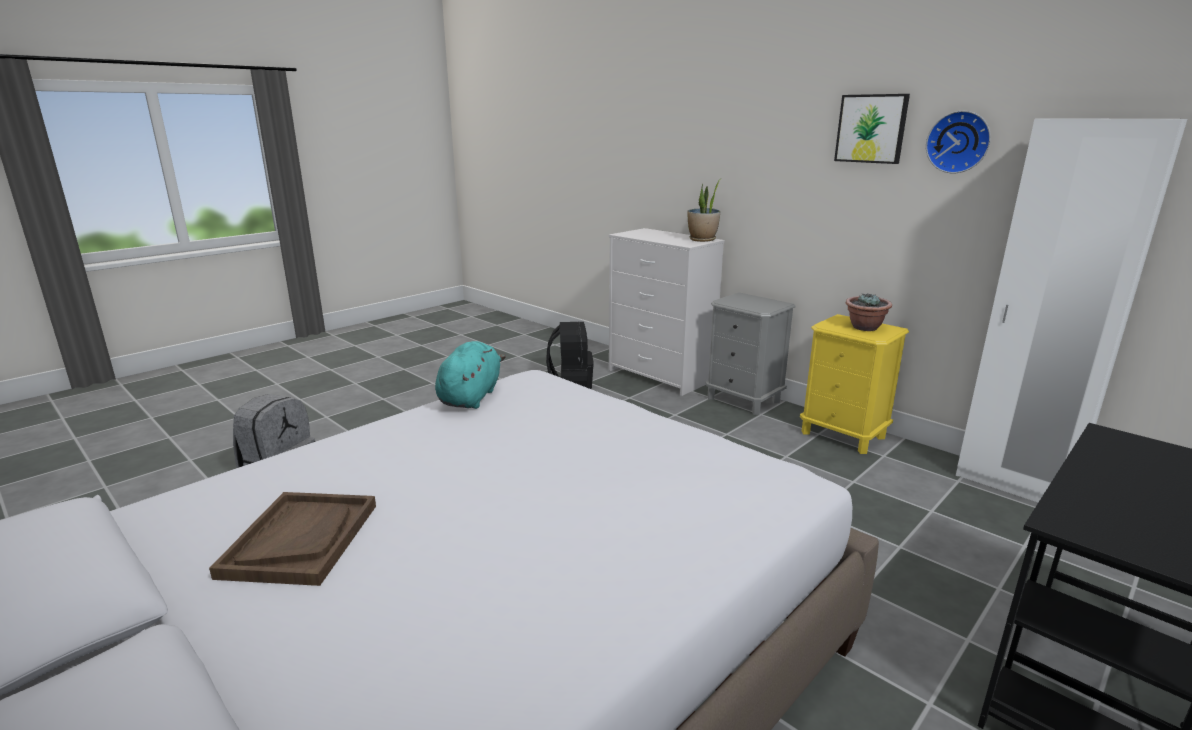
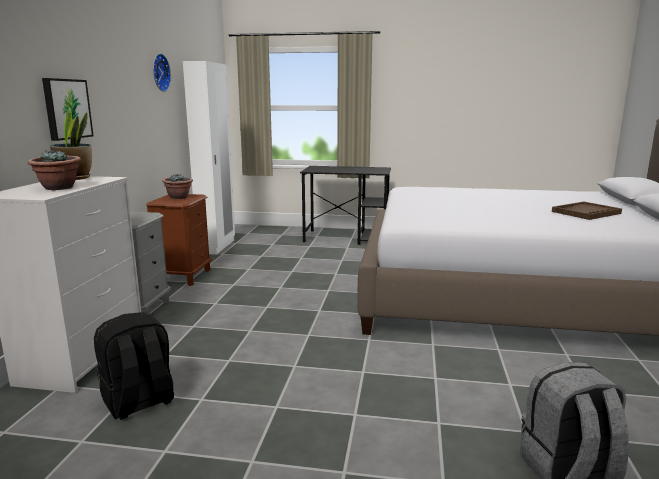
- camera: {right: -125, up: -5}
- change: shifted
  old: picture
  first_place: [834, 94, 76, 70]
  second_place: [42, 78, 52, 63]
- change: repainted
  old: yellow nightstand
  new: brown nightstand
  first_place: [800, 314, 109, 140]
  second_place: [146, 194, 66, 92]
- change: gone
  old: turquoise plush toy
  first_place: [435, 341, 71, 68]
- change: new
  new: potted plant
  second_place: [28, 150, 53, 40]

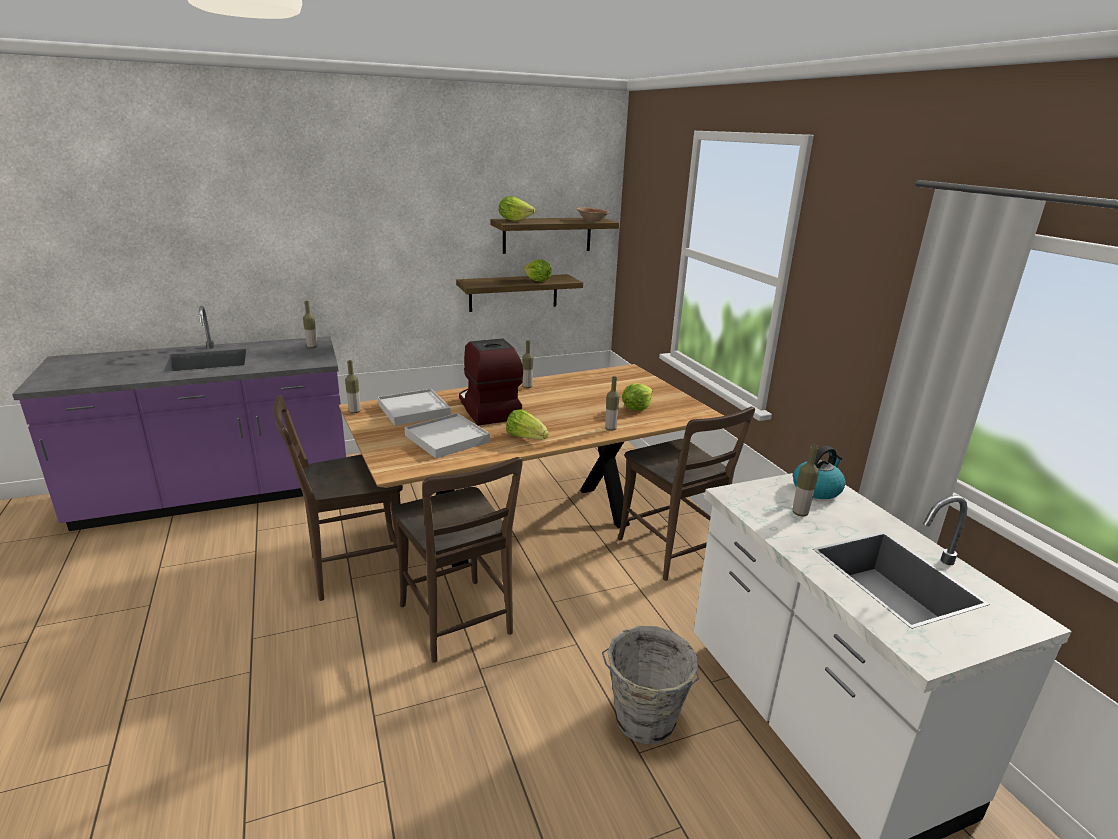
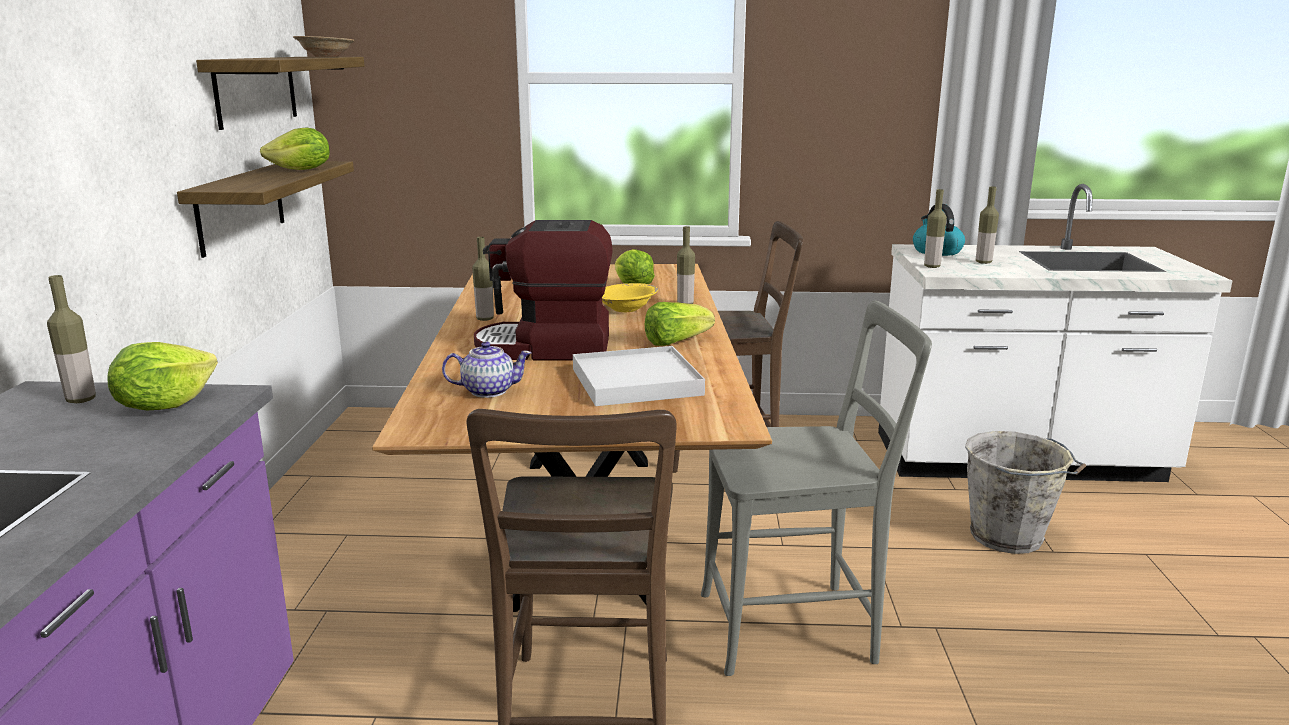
- camera: {right: -65, up: -5}
- change: shifted
  old: lettuce
  first_place: [499, 196, 36, 25]
  second_place: [107, 342, 111, 68]
- change: shifted
  old: bottle
  first_place: [345, 360, 16, 53]
  second_place: [924, 189, 23, 79]
- change: swapped
  old: white tray
  new: teapot
  first_place: [378, 389, 73, 37]
  second_place: [442, 341, 90, 57]
- change: repainted
  old: brown chair
  new: grey chair
  first_place: [391, 457, 132, 206]
  second_place: [701, 301, 231, 375]
- change: new
  new: yellow bowl
  second_place: [602, 283, 56, 29]

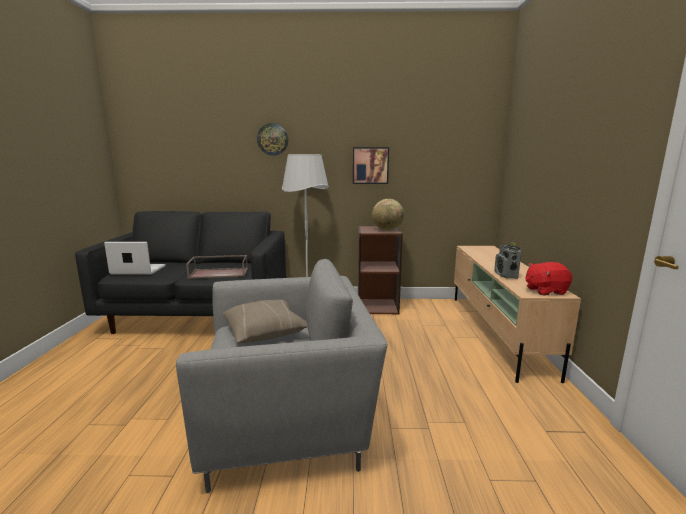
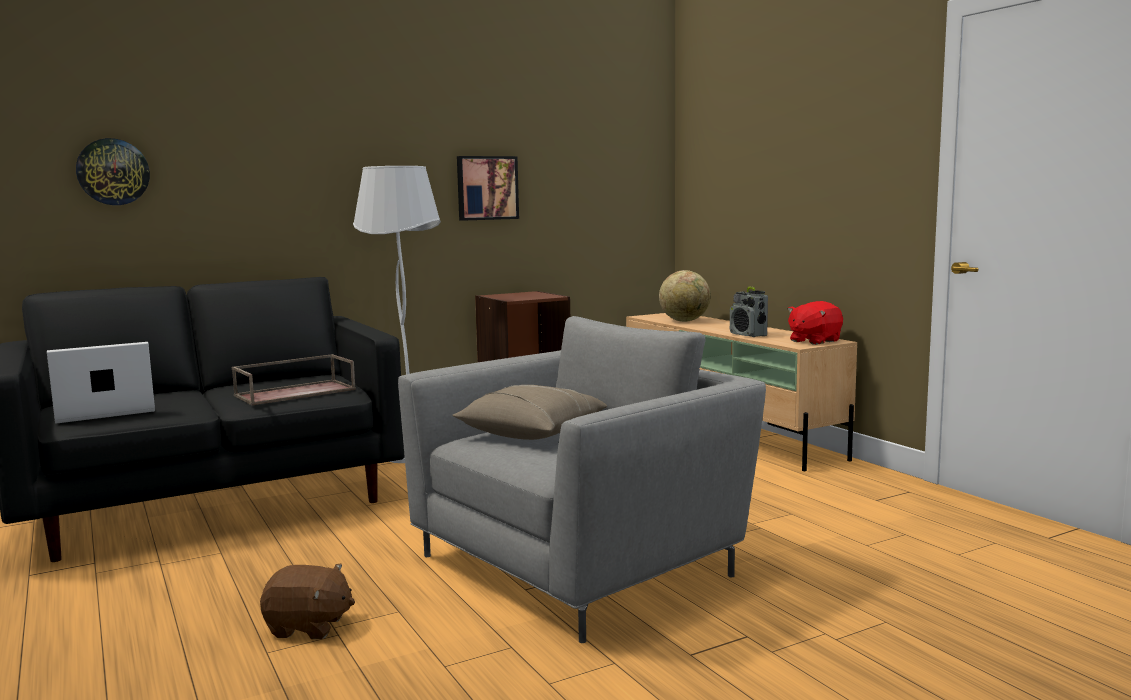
- camera: {right: -30, up: -5}
- change: shifted
  old: wall clock
  first_place: [257, 123, 31, 33]
  second_place: [76, 138, 74, 67]
- change: shifted
  old: globe
  first_place: [372, 199, 32, 32]
  second_place: [659, 270, 52, 52]
- change: new
  new: brown plush toy
  second_place: [260, 563, 95, 76]

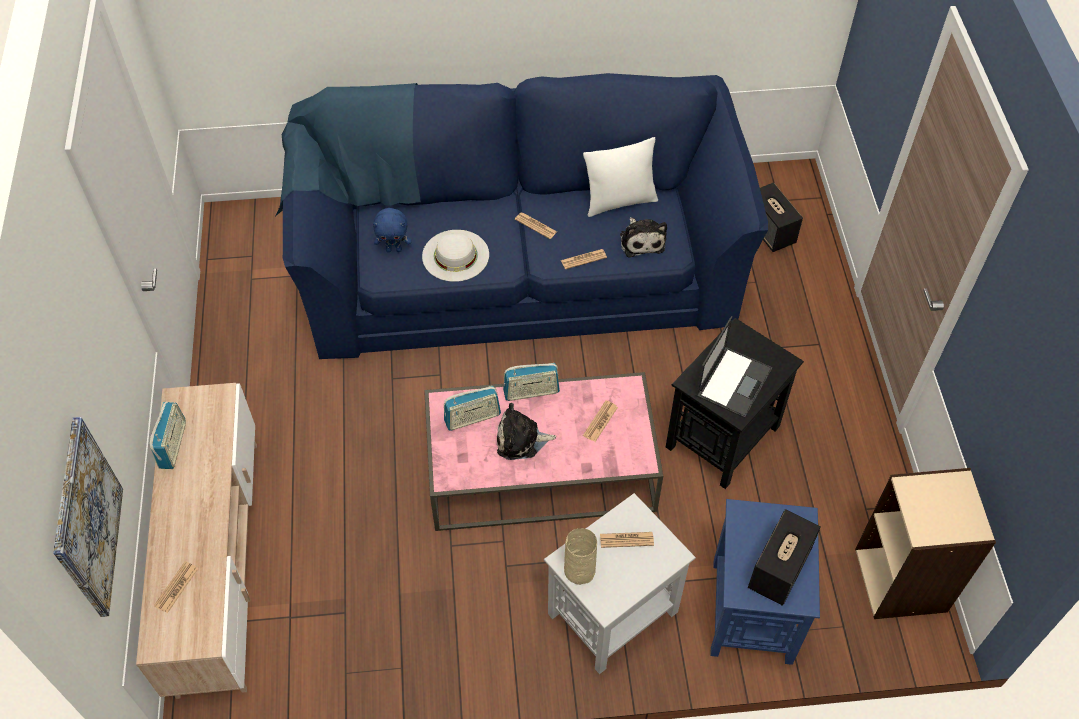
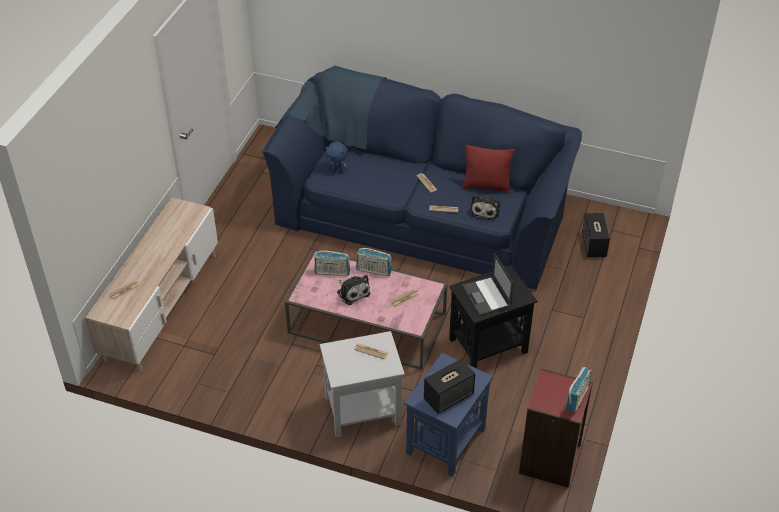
- camera: {right: 25, up: -10}
- change: repainted
  old: white pillow
  new: red pillow
  first_place: [583, 137, 75, 80]
  second_place: [462, 145, 53, 48]
- change: gone
  old: white hat
  first_place: [422, 230, 67, 52]
- change: rotated
  old: laptop
  first_place: [696, 316, 76, 102]
  second_place: [462, 253, 51, 63]
  degrees: 105
- change: shifted
  old: radio
  first_place: [150, 402, 36, 67]
  second_place: [565, 367, 27, 46]
- change: rotated
  old: plush toy
  first_place: [497, 403, 59, 57]
  second_place: [337, 275, 33, 30]
  degrees: -150
- change: gone
  old: picture
  first_place: [53, 417, 70, 200]
- change: repainted
  old: beige bookcase
  new: red bookcase
  first_place: [855, 468, 141, 151]
  second_place: [519, 369, 74, 119]
- change: gone
  old: beige vase
  first_place: [564, 528, 33, 57]

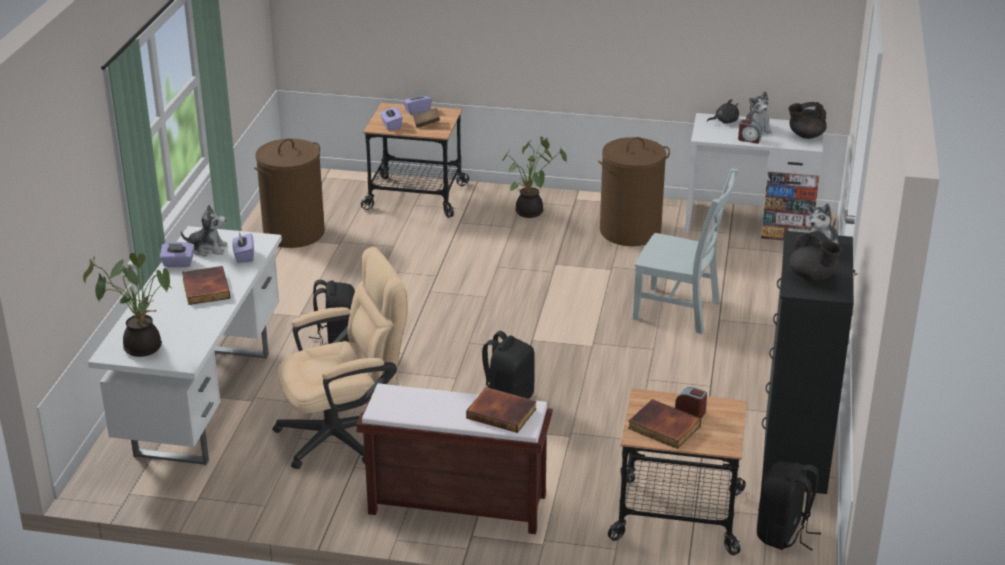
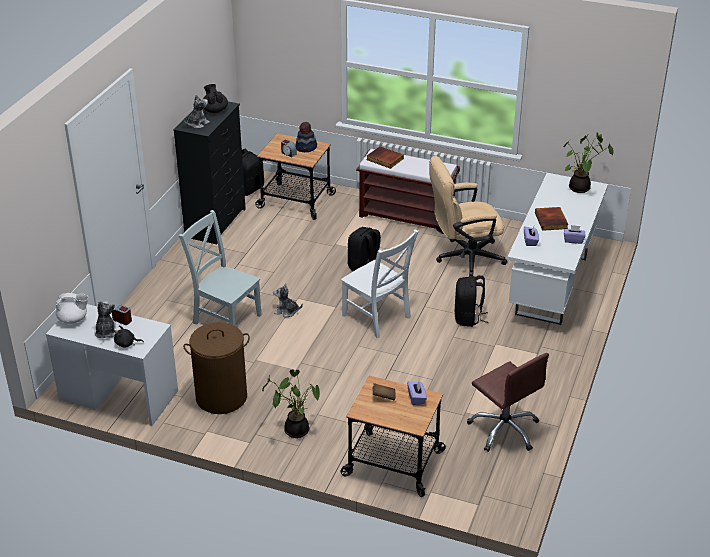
- camera: {right: -170, up: 5}
- change: gone
  old: purple tissue box
  first_place: [403, 91, 29, 24]
- change: repainted
  old: black teapot
  new: white teapot
  first_place: [789, 102, 38, 37]
  second_place: [56, 293, 32, 31]
- change: swapped
  old: brown laundry basket
  new: brown office chair
  first_place: [254, 139, 71, 109]
  second_place: [467, 353, 82, 99]
- change: shifted
  old: plush toy
  first_place: [181, 205, 46, 52]
  second_place: [273, 283, 30, 34]
- change: swapped
  old: book
  new: hat
  first_place: [628, 399, 73, 50]
  second_place: [295, 122, 22, 30]
- change: new
  new: white chair
  second_place: [341, 230, 78, 108]

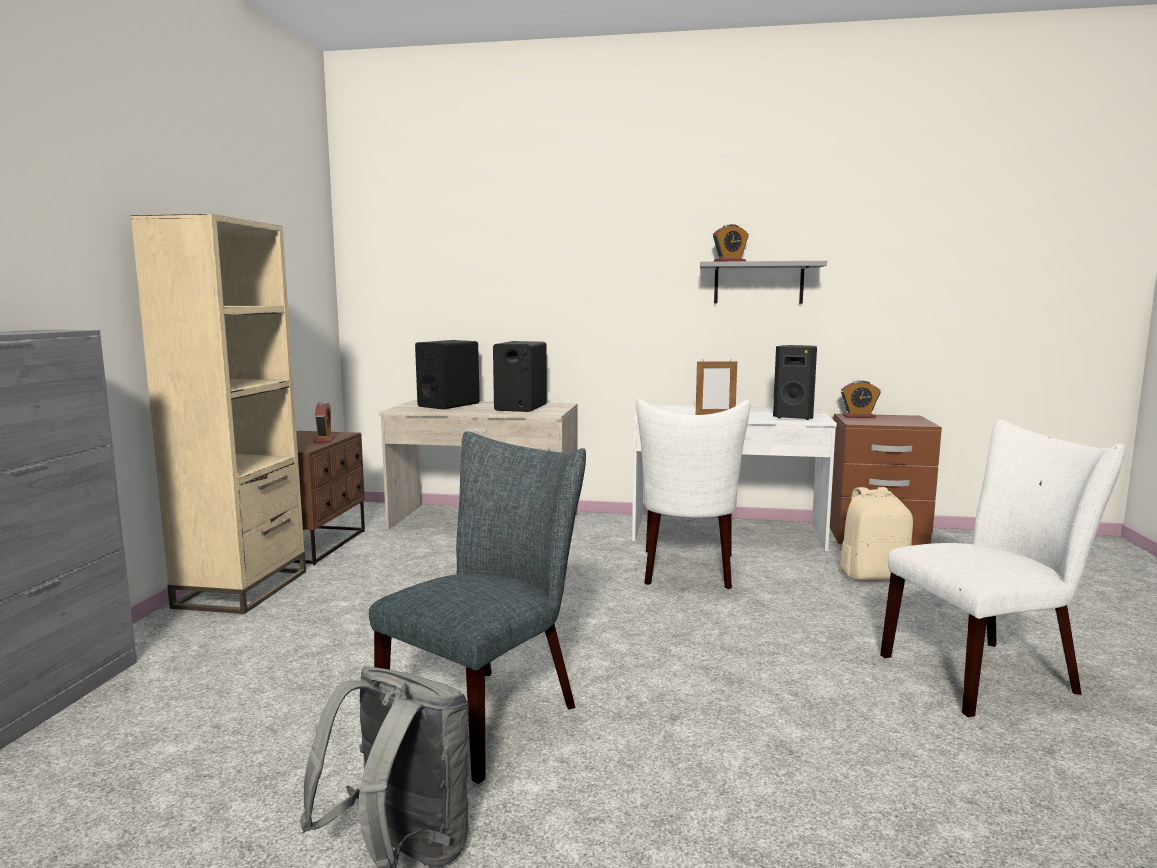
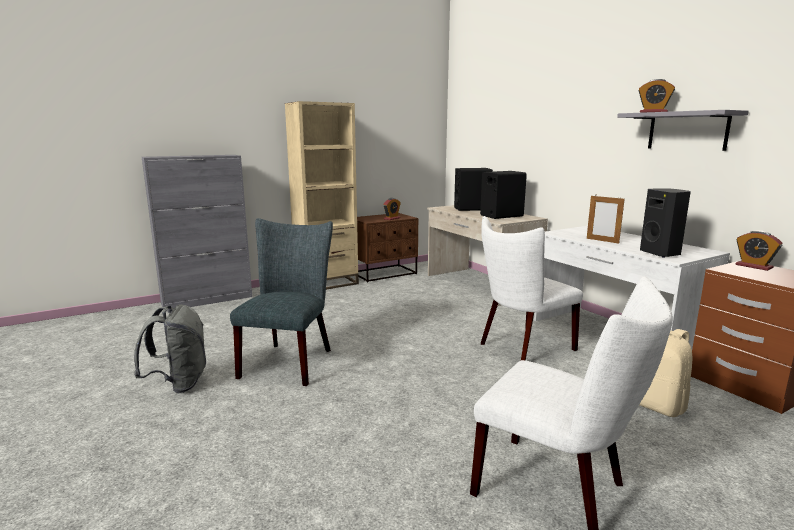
- camera: {right: 50, up: 5}
- change: rotated
  old: grey chair
  first_place: [369, 432, 217, 352]
  second_place: [230, 218, 103, 168]
  degrees: -75

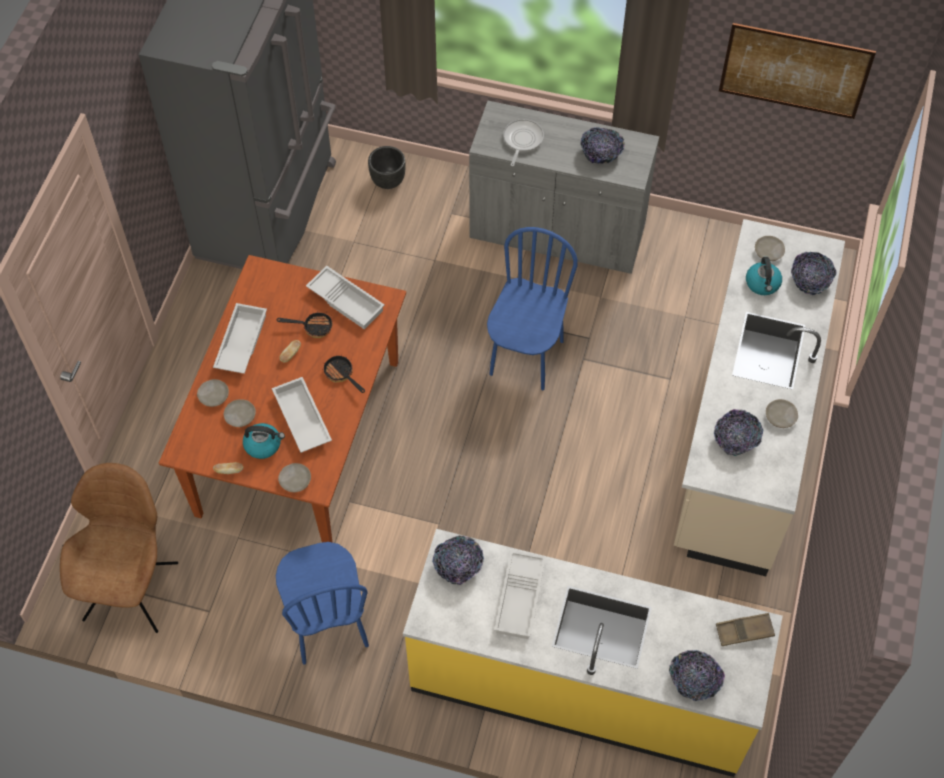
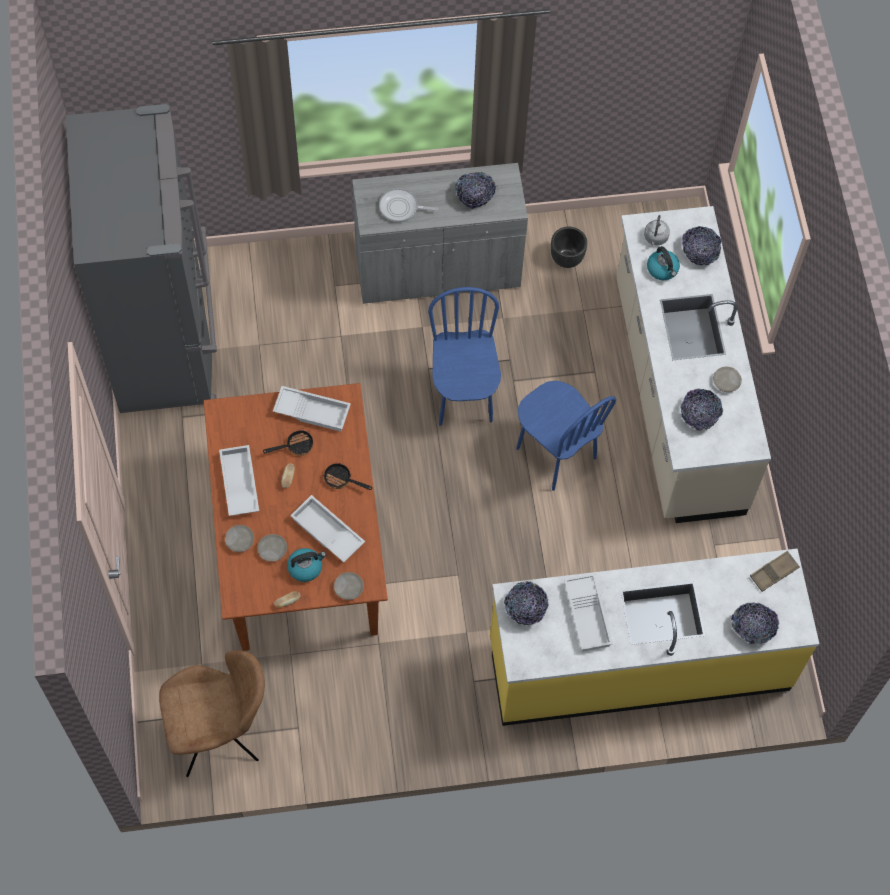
- camera: {right: -25, up: 5}
- change: gone
  old: picture
  first_place: [719, 23, 157, 96]
- change: rotated
  old: frying pan
  first_place: [503, 119, 41, 47]
  second_place: [379, 188, 59, 34]
  degrees: -75
- change: shifted
  old: black planter
  first_place: [368, 146, 38, 43]
  second_place: [551, 227, 36, 41]
- change: swapped
  old: beige plate
  new: grey kettle
  first_place: [755, 236, 30, 25]
  second_place: [644, 215, 26, 31]
- change: rotated
  old: brown chair
  first_place: [60, 463, 118, 170]
  second_place: [159, 651, 106, 126]
  degrees: 90
- change: shifted
  old: blue chair
  first_place: [276, 542, 93, 122]
  second_place: [516, 381, 100, 110]

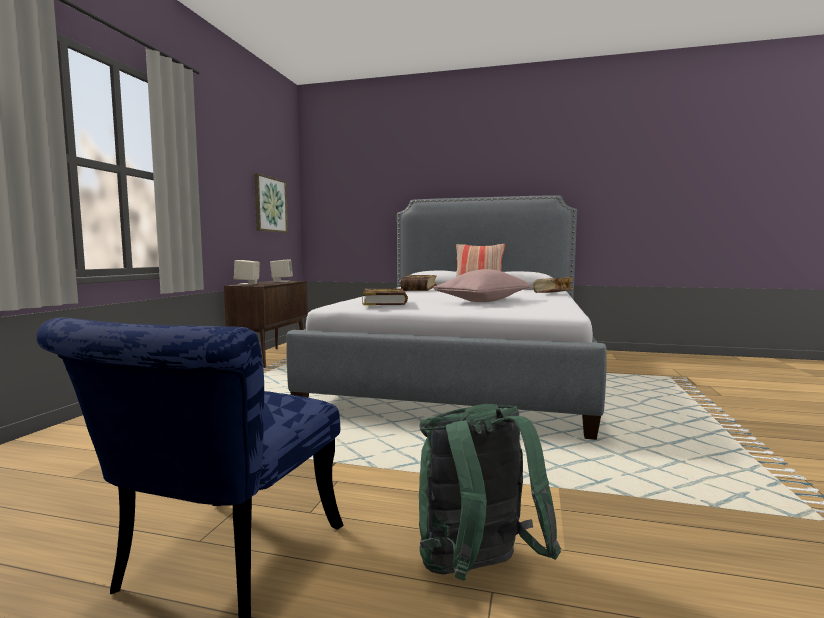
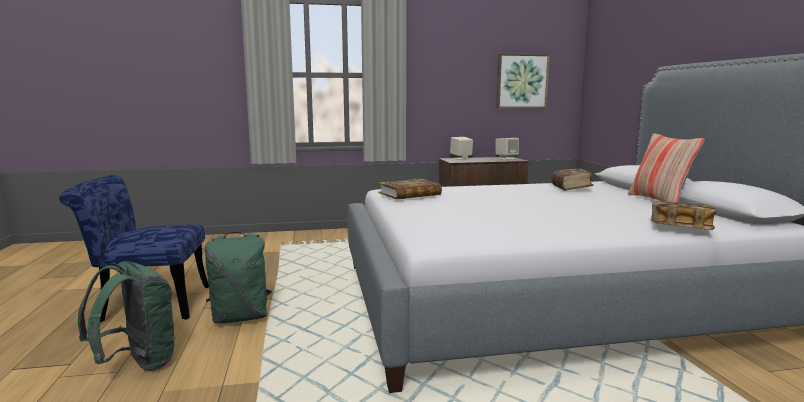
- camera: {right: 65, up: 5}
- change: gone
  old: pink pillow
  first_place: [433, 269, 98, 33]
- change: new
  new: green backpack
  second_place: [204, 232, 68, 92]

